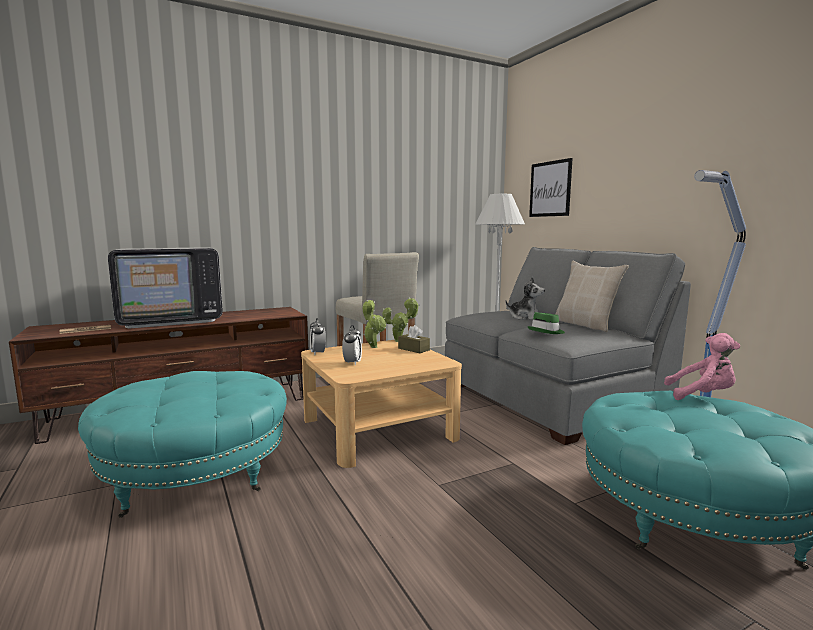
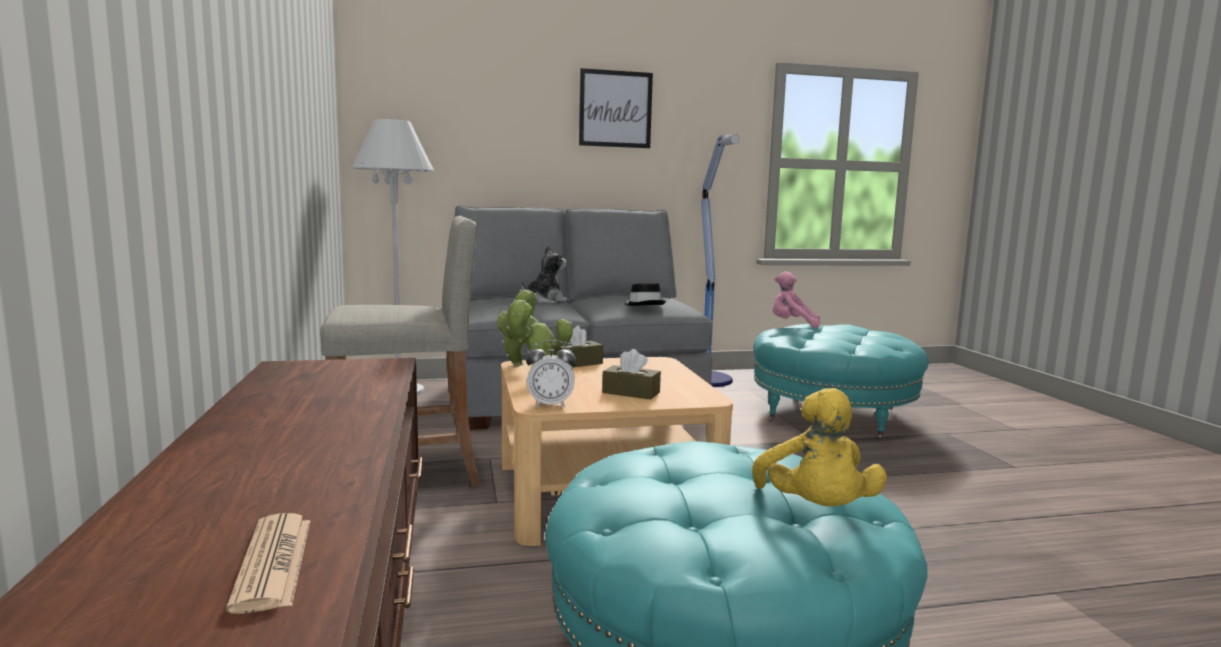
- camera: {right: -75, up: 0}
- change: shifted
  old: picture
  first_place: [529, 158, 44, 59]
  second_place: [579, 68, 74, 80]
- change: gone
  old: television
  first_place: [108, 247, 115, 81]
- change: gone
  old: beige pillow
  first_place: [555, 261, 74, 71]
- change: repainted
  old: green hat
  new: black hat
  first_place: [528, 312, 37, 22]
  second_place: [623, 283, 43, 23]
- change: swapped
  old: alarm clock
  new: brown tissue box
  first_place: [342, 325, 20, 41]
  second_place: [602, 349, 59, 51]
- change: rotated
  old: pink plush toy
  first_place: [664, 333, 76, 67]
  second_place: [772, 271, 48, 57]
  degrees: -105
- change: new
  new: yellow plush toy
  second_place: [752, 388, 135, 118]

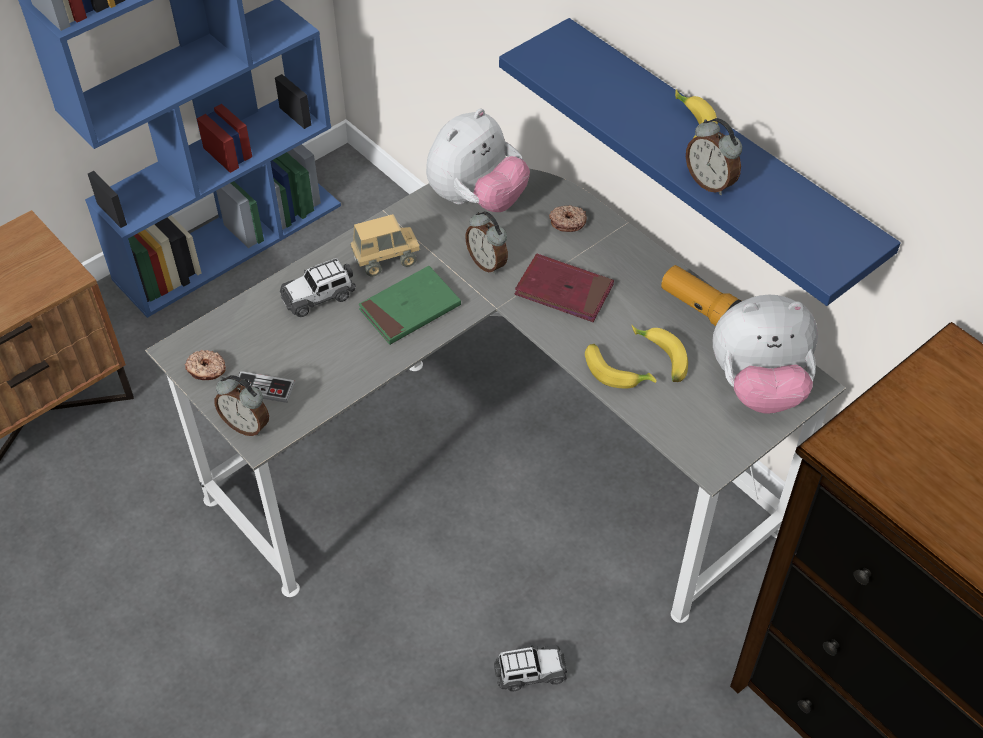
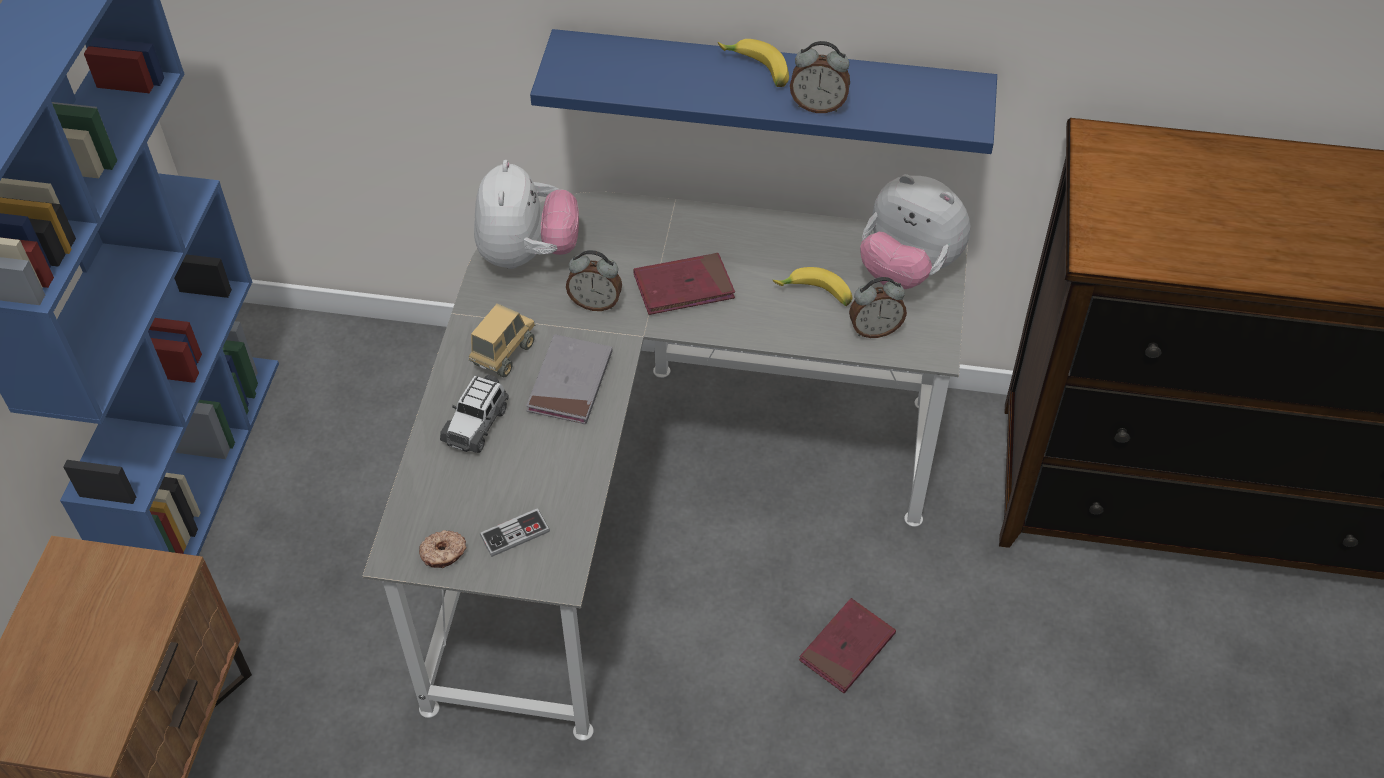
- camera: {right: -40, up: 0}
- change: gone
  old: donut
  first_place: [549, 205, 38, 27]
- change: gone
  old: flashlight
  first_place: [661, 265, 81, 61]
- change: repainted
  old: green book
  new: grey book
  first_place: [359, 266, 102, 79]
  second_place: [526, 334, 86, 90]
- change: rotated
  old: plush toy
  first_place: [713, 295, 105, 119]
  second_place: [860, 174, 110, 115]
  degrees: 75
- change: gone
  old: banana
  first_place: [585, 344, 71, 44]
- change: shifted
  old: alarm clock
  first_place: [214, 375, 55, 61]
  second_place: [849, 277, 58, 61]
- change: swapped
  old: toy car
  new: red book
  first_place: [494, 645, 73, 46]
  second_place: [799, 598, 97, 95]

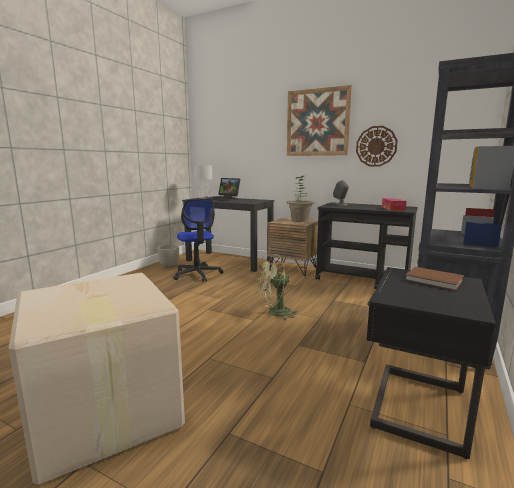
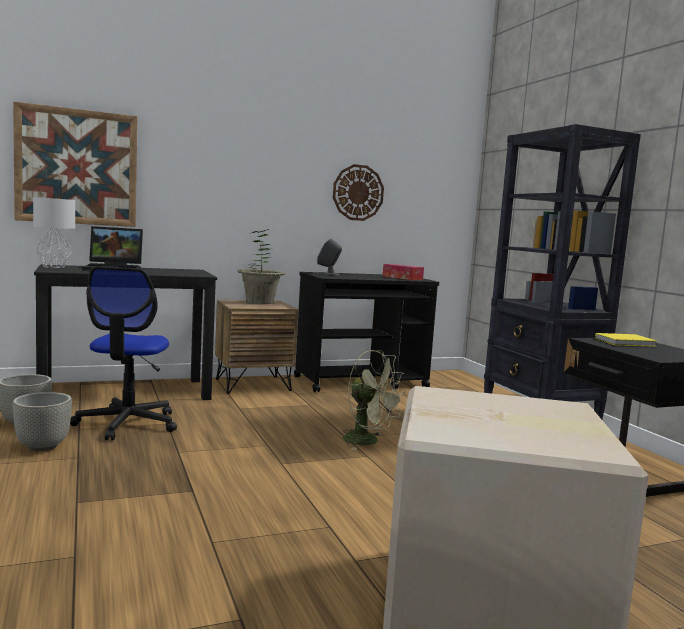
- camera: {right: -50, up: -5}
- change: shifted
  old: picture
  first_place: [287, 85, 65, 71]
  second_place: [13, 101, 125, 126]
- change: rotated
  old: office chair
  first_place: [173, 198, 51, 84]
  second_place: [70, 266, 107, 175]
  degrees: 75
- change: rotated
  old: green fan
  first_place: [256, 254, 43, 66]
  second_place: [343, 350, 63, 100]
  degrees: -75
- change: repainted
  old: brown book
  new: yellow book
  first_place: [405, 267, 59, 24]
  second_place: [595, 333, 62, 14]
- change: new
  new: grey planter
  second_place: [12, 392, 60, 59]

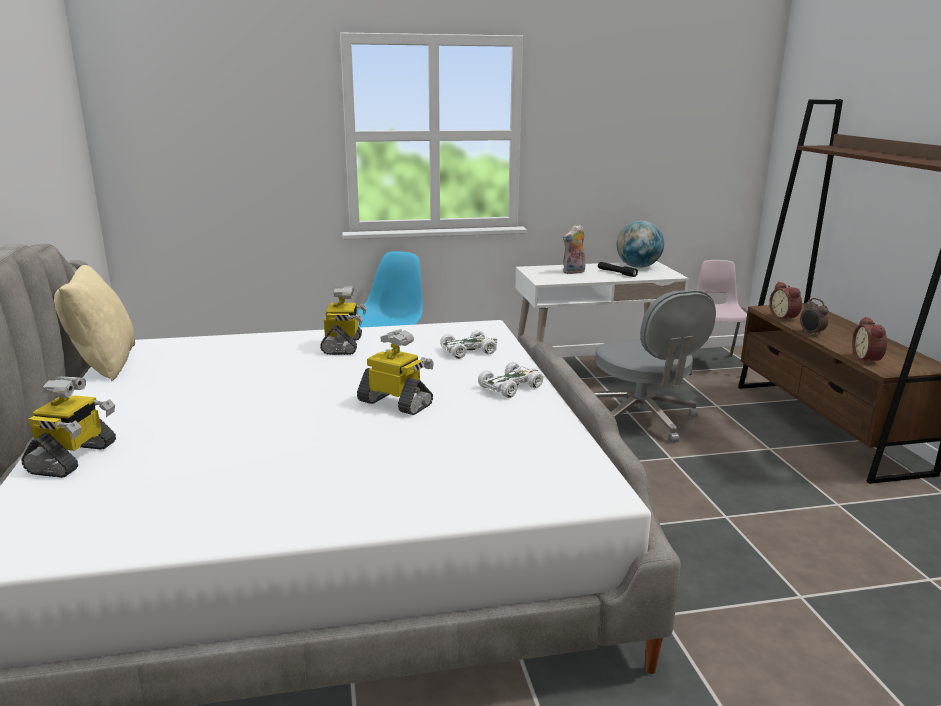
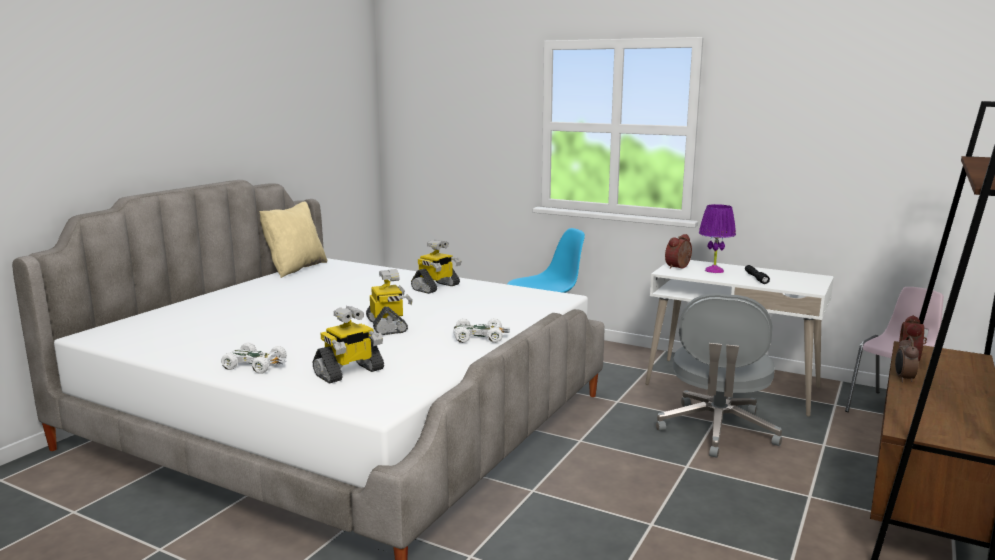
- camera: {right: 40, up: -5}
- change: gone
  old: globe
  first_place: [617, 221, 47, 47]
- change: swapped
  old: plush toy
  new: purple table lamp
  first_place: [563, 224, 22, 50]
  second_place: [699, 204, 37, 69]
- change: shifted
  old: alarm clock
  first_place: [852, 317, 35, 48]
  second_place: [665, 234, 27, 35]
- change: shifted
  old: white toy car
  first_place: [440, 330, 58, 29]
  second_place: [221, 342, 66, 32]
- change: shifted
  old: toy robot
  first_place: [21, 376, 95, 102]
  second_place: [313, 306, 71, 78]

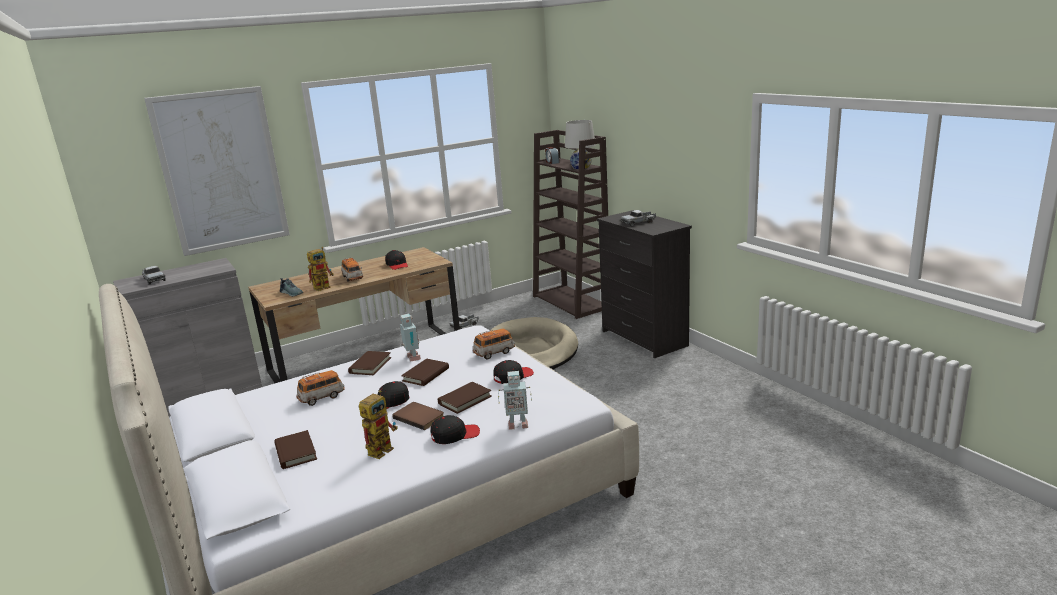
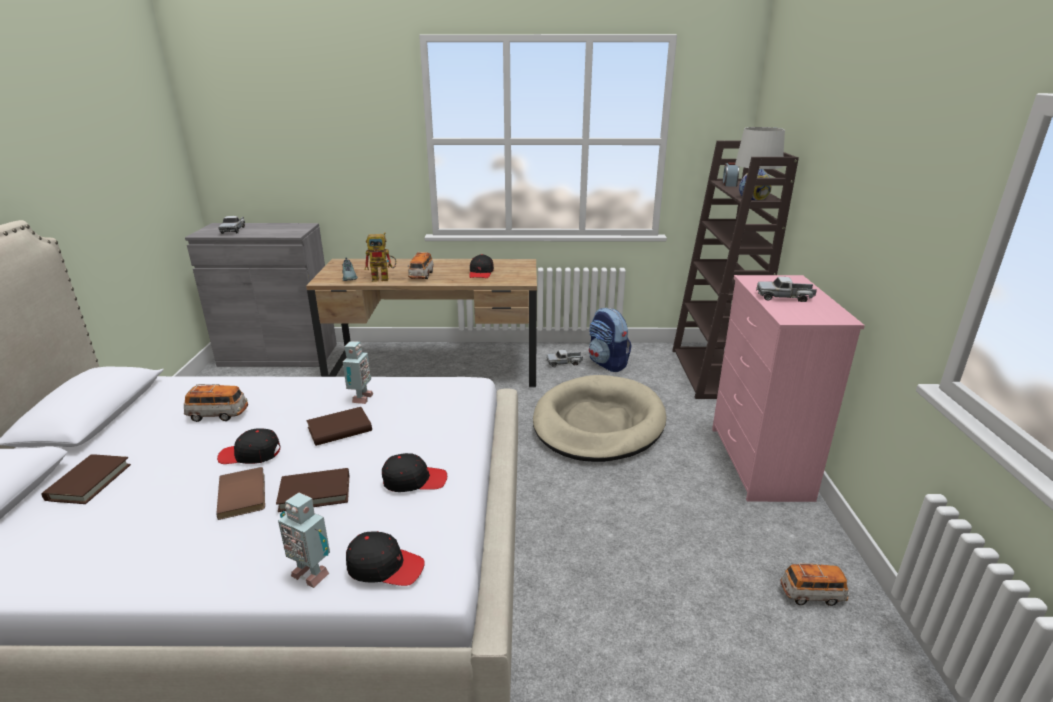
- camera: {right: 30, up: 5}
- change: gone
  old: picture
  first_place: [144, 86, 146, 170]
- change: repainted
  old: black dresser
  new: pink dresser
  first_place: [597, 210, 95, 148]
  second_place: [712, 275, 153, 227]
- change: shifted
  old: toy car
  first_place: [473, 329, 42, 31]
  second_place: [780, 563, 70, 43]
- change: gone
  old: brown book
  first_place: [348, 351, 43, 24]
- change: gone
  old: toy robot
  first_place: [359, 390, 39, 69]
- change: shifted
  old: black cap
  first_place: [430, 415, 50, 29]
  second_place: [346, 531, 79, 55]
- change: new
  new: backpack
  second_place: [589, 308, 43, 64]

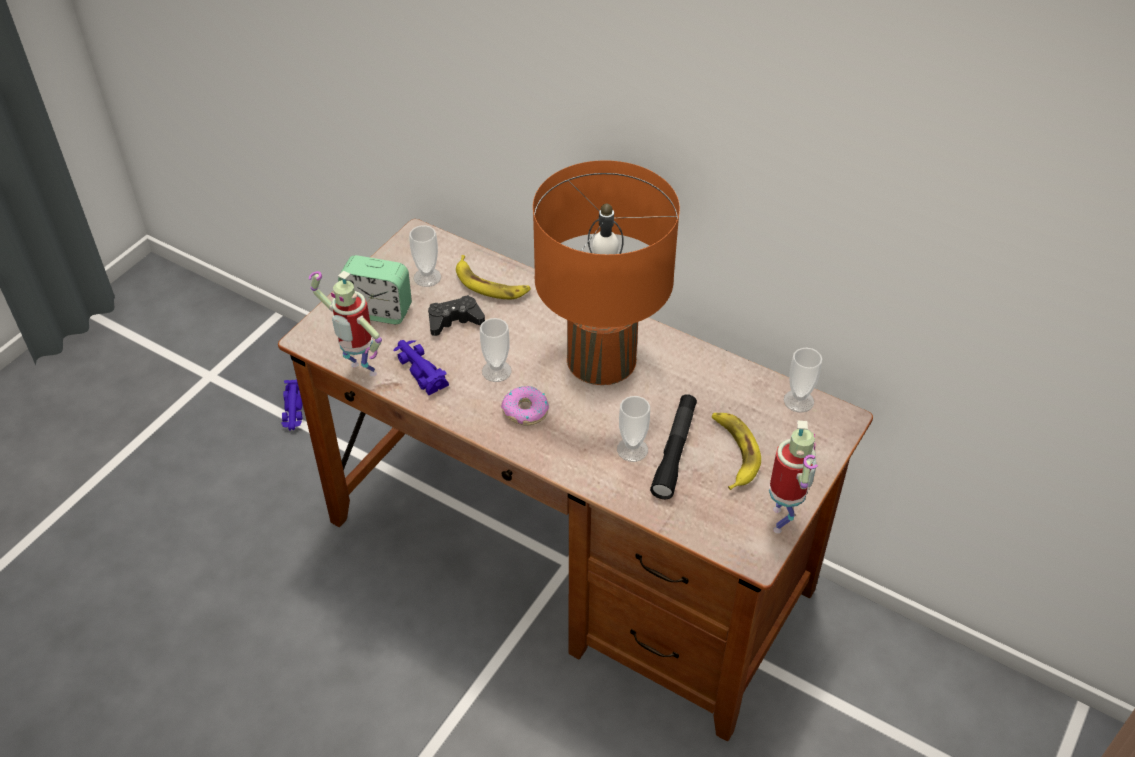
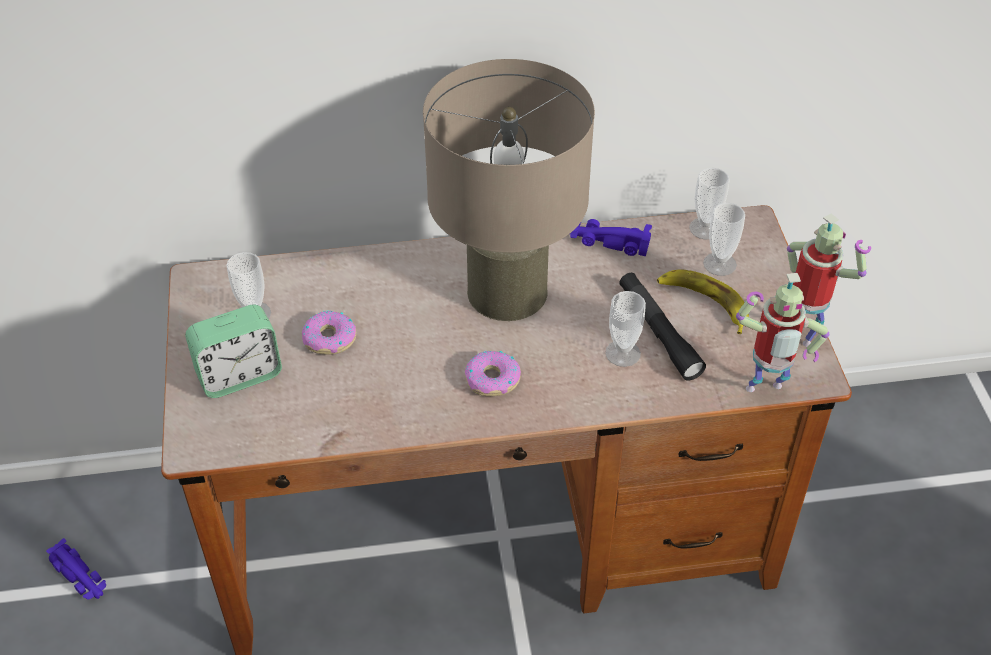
- camera: {right: -40, up: 0}
- change: repainted
  old: orange table lamp
  new: beige table lamp
  first_place: [533, 160, 147, 225]
  second_place: [423, 59, 172, 262]
- change: gone
  old: banana
  first_place: [456, 255, 75, 44]
- change: shifted
  old: toy robot
  first_place: [309, 271, 73, 105]
  second_place: [736, 273, 93, 119]
- change: swapped
  old: black game controller
  new: donut
  first_place: [428, 295, 57, 41]
  second_place: [302, 310, 54, 45]
- change: shifted
  old: cup
  first_place: [480, 318, 32, 64]
  second_place: [703, 203, 42, 73]
- change: shifted
  old: purple toy car
  first_place: [394, 340, 55, 55]
  second_place: [570, 219, 82, 37]

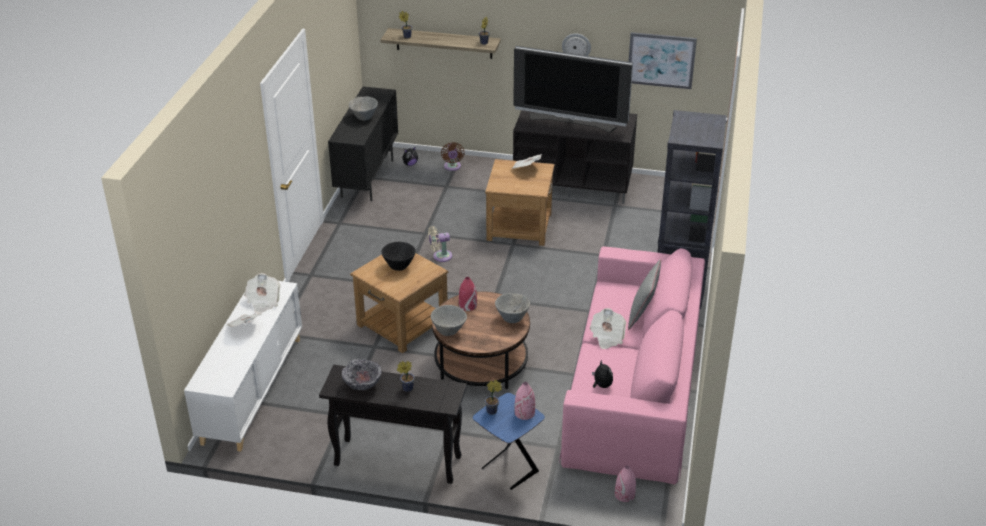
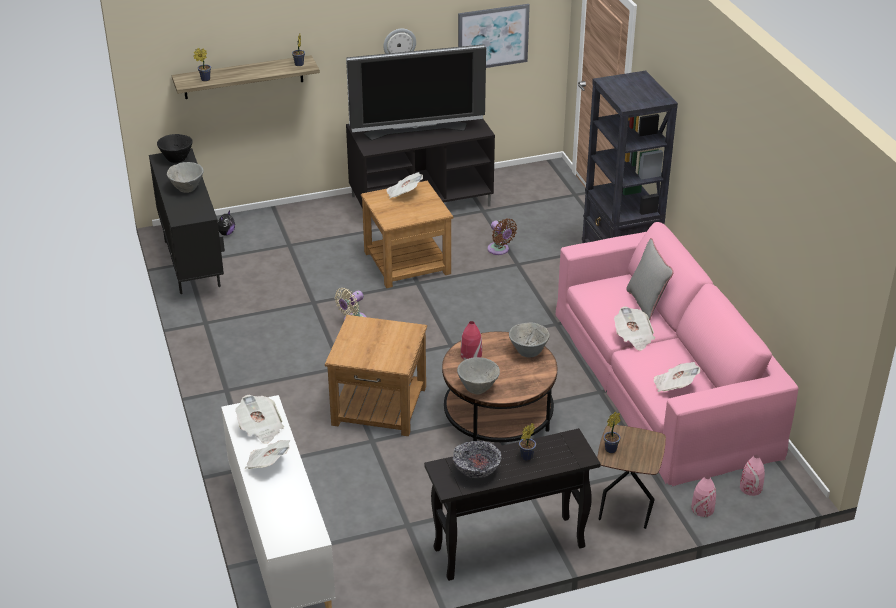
- camera: {right: -30, up: 0}
- change: shifted
  old: brown fan
  first_place: [441, 142, 24, 29]
  second_place: [487, 218, 30, 37]
- change: shifted
  old: black bowl
  first_place: [382, 242, 34, 29]
  second_place: [157, 134, 36, 29]
- change: swapped
  old: plush toy
  new: newspaper
  first_place: [592, 360, 21, 28]
  second_place: [653, 362, 47, 30]
- change: shifted
  old: pink vase
  first_place: [515, 382, 20, 38]
  second_place: [691, 475, 25, 42]
- change: repainted
  old: blue side table
  new: brown side table
  first_place: [473, 393, 72, 97]
  second_place: [597, 425, 69, 104]

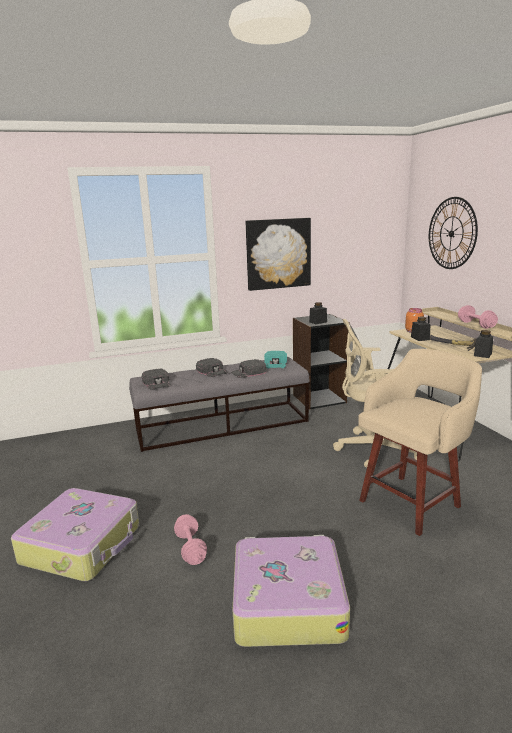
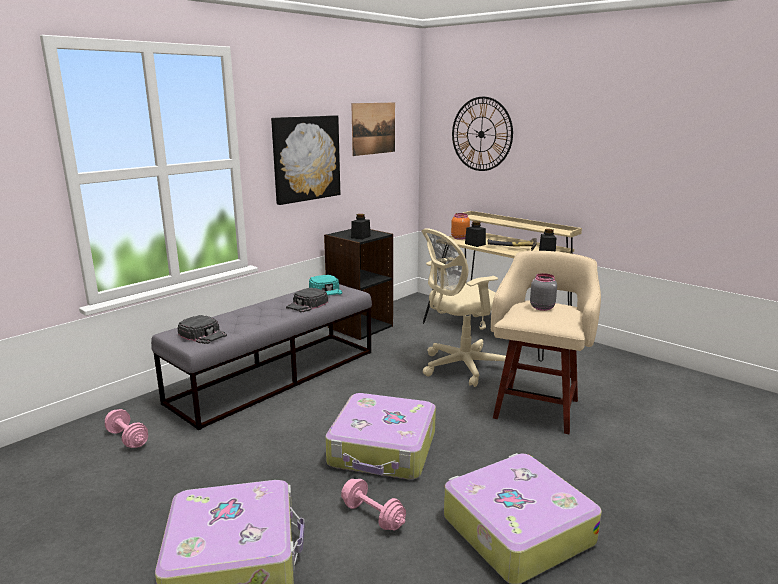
- camera: {right: -30, up: 0}
- change: shifted
  old: pink dumbbell
  first_place: [458, 305, 40, 24]
  second_place: [105, 409, 43, 39]
- change: gone
  old: black cap
  first_place: [196, 358, 32, 19]
- change: new
  new: picture
  second_place: [351, 103, 44, 53]
- change: new
  new: grey jar
  second_place: [530, 273, 27, 38]
- change: new
  new: suitcase
  second_place: [325, 393, 111, 87]

